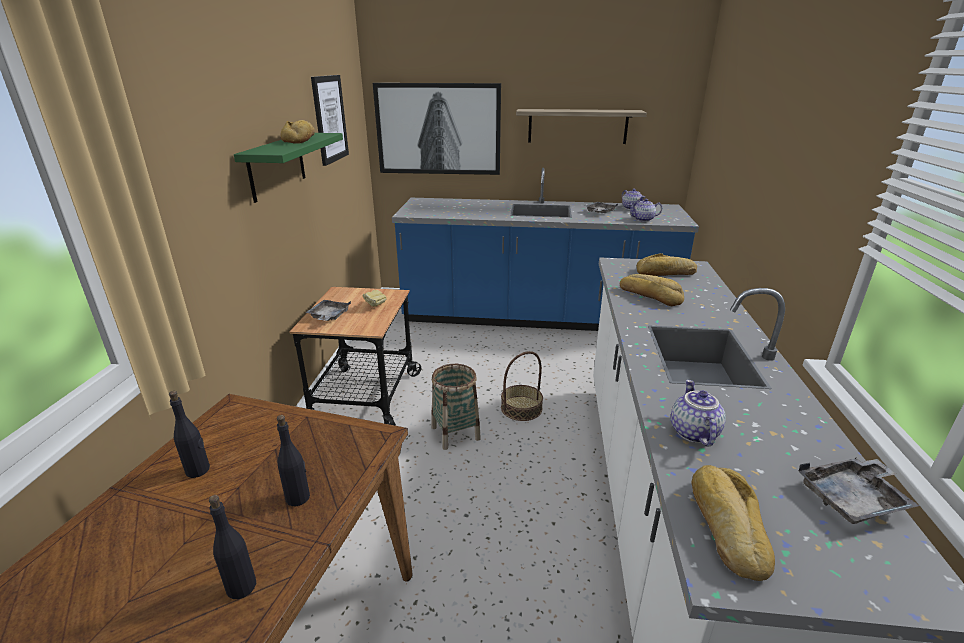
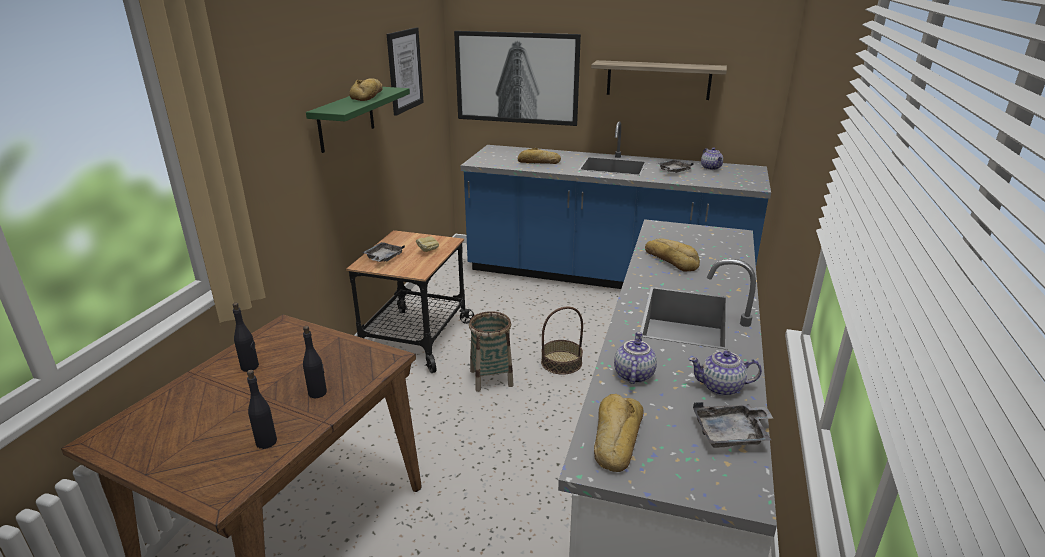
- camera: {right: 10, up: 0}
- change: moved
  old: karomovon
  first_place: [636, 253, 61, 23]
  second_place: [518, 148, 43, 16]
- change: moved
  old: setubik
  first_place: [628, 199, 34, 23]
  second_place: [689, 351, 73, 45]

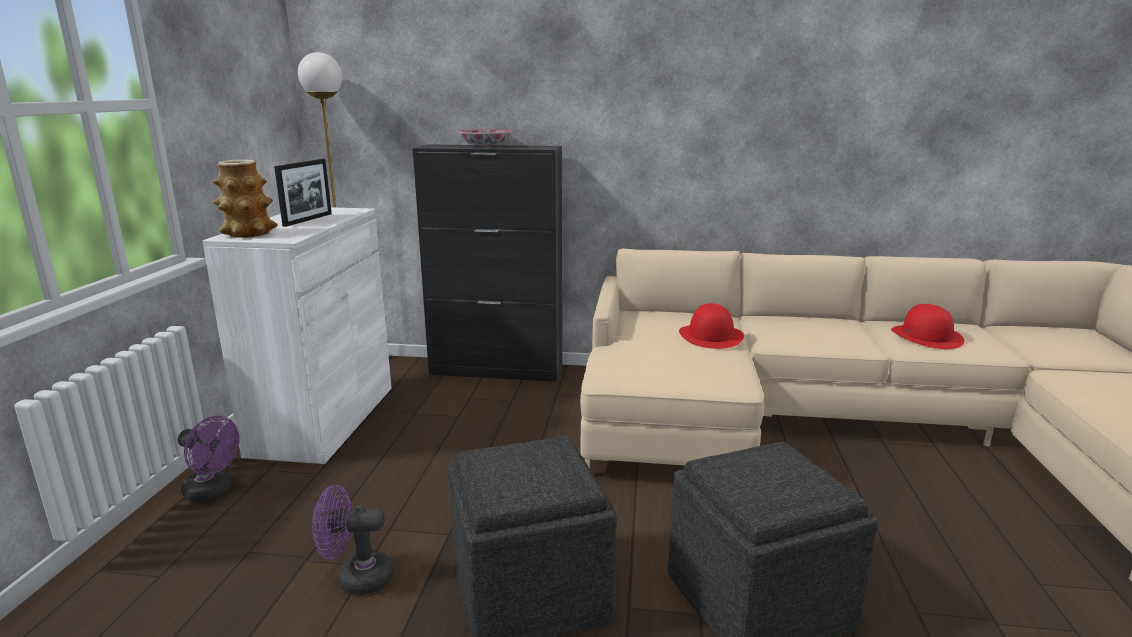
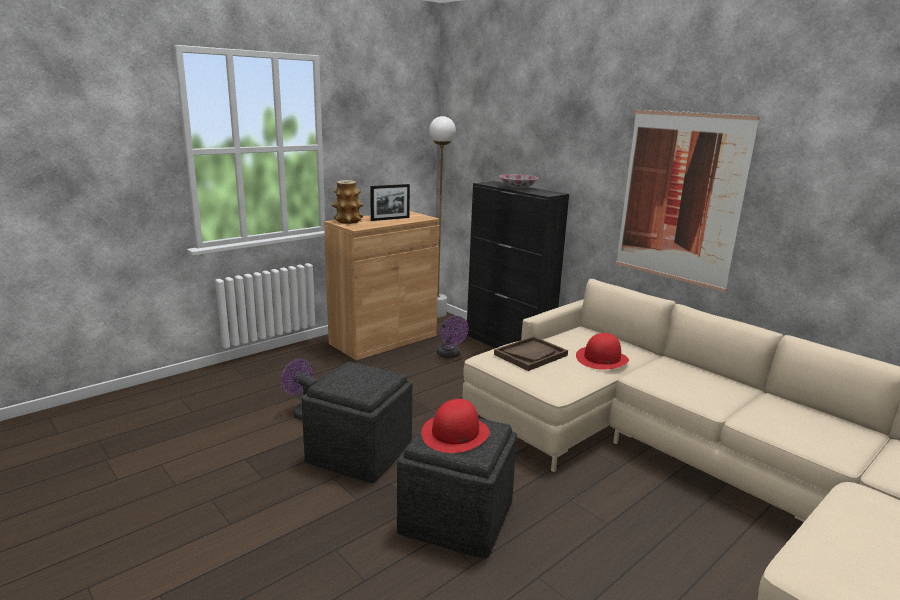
- camera: {right: 40, up: 0}
- change: recoloured
  old: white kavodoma
  new: brown kavodoma
  first_place: [202, 207, 190, 257]
  second_place: [324, 211, 116, 150]
- change: moved
  old: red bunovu
  first_place: [891, 304, 74, 45]
  second_place: [421, 399, 69, 54]
- change: moved
  old: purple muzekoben
  first_place: [178, 416, 62, 86]
  second_place: [437, 316, 32, 42]
- change: added
  new: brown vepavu
  second_place: [494, 336, 74, 35]
- change: added
  new: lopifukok
  second_place: [616, 110, 144, 182]

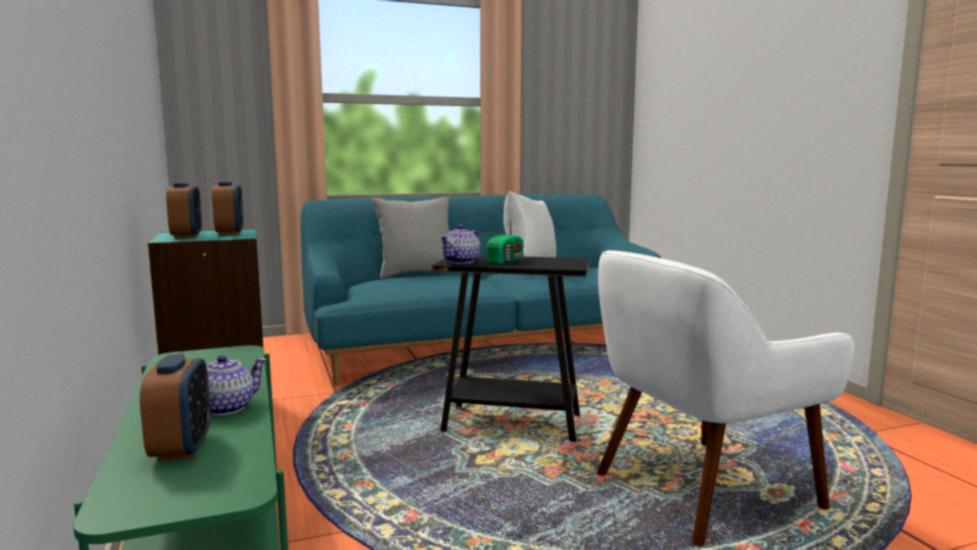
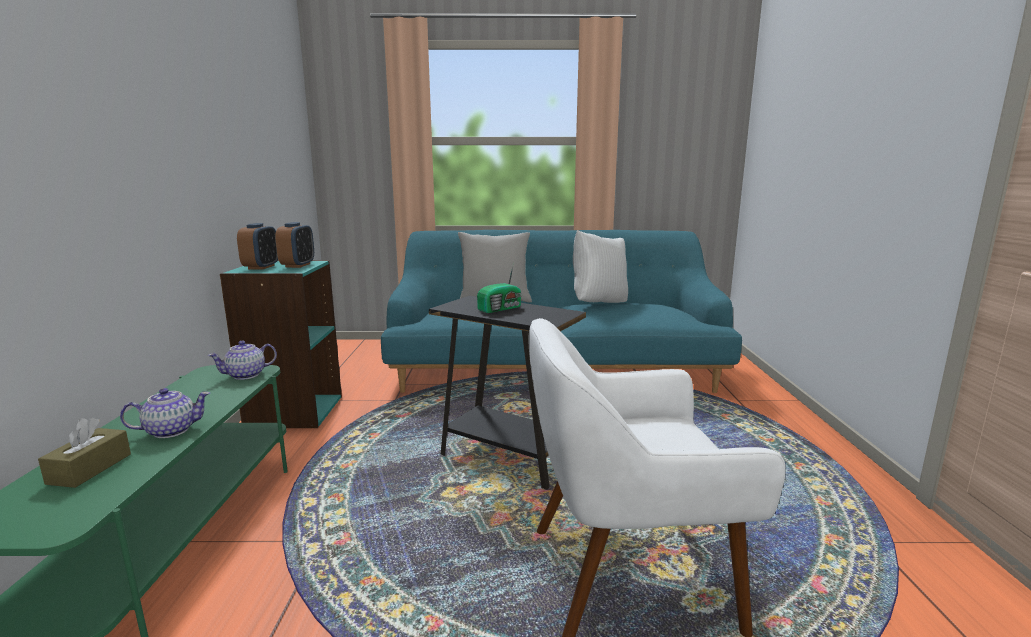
- camera: {right: 20, up: 5}
- change: replaced
  old: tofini
  new: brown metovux
  first_place: [140, 354, 70, 107]
  second_place: [38, 417, 93, 71]
- change: moved
  old: setubik
  first_place: [440, 225, 41, 39]
  second_place: [208, 341, 69, 39]

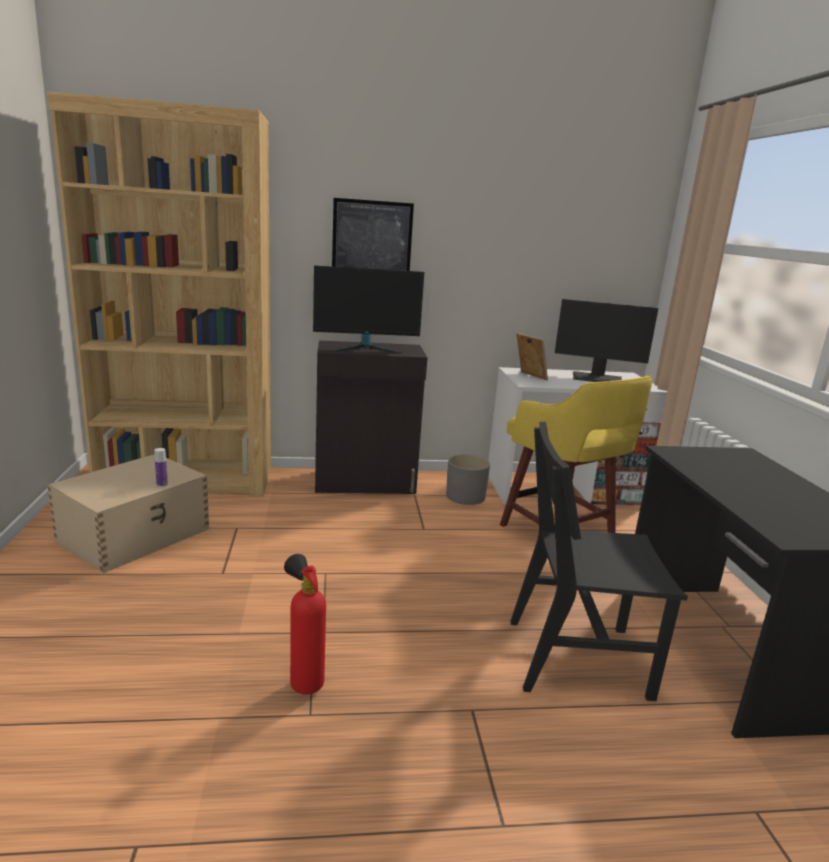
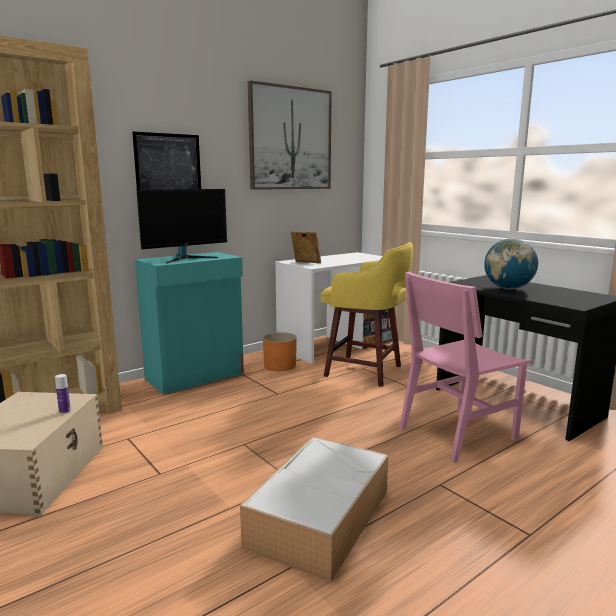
- camera: {right: -30, up: -5}
- change: recoloured
  old: black kavodoma
  new: turquoise kavodoma
  first_place: [315, 340, 112, 154]
  second_place: [135, 252, 109, 143]
- change: replaced
  old: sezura
  new: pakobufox
  first_place: [284, 554, 42, 141]
  second_place: [240, 436, 148, 146]
- change: added
  new: lopifukok
  second_place: [248, 80, 84, 110]
- change: recoloured
  old: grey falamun
  new: orange falamun
  first_place: [446, 454, 44, 51]
  second_place: [263, 332, 33, 39]
- change: recoloured
  old: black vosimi
  new: pink vosimi
  first_place: [510, 422, 178, 279]
  second_place: [399, 272, 132, 191]
- change: added
  new: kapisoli
  second_place: [484, 238, 54, 52]
- change: removed
  old: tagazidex
  first_place: [555, 299, 103, 83]

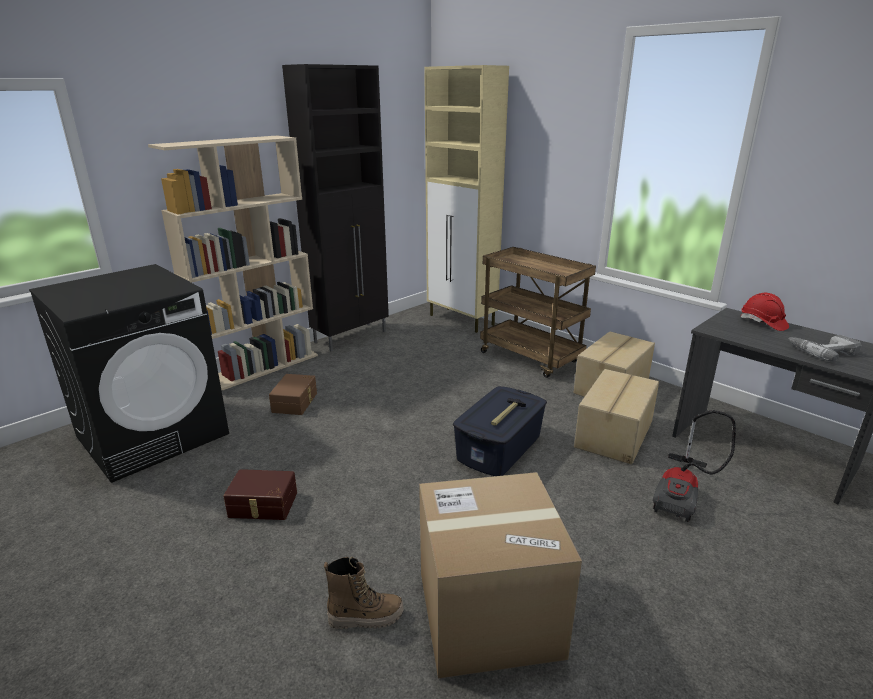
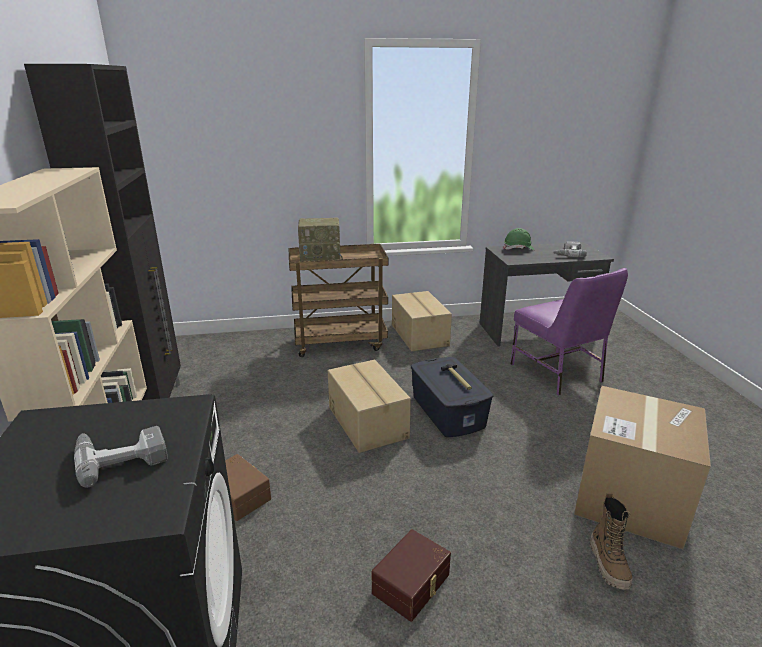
- camera: {right: -55, up: 0}
- change: added
  new: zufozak
  second_place: [74, 426, 94, 62]
- change: added
  new: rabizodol
  second_place: [298, 218, 45, 43]
- change: moved
  old: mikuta
  first_place: [574, 369, 85, 95]
  second_place: [328, 360, 83, 93]
- change: recoloured
  old: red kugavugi
  new: green kugavugi
  first_place: [741, 293, 48, 38]
  second_place: [503, 228, 31, 22]
- change: replaced
  old: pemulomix
  new: purple vosimi
  first_place: [653, 410, 83, 112]
  second_place: [511, 268, 117, 127]
- change: turned
  old: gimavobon
  first_place: [324, 556, 80, 73]
  second_place: [590, 493, 43, 97]
  degrees: 150
- change: removed
  old: beige kavodoma
  first_place: [424, 65, 85, 268]

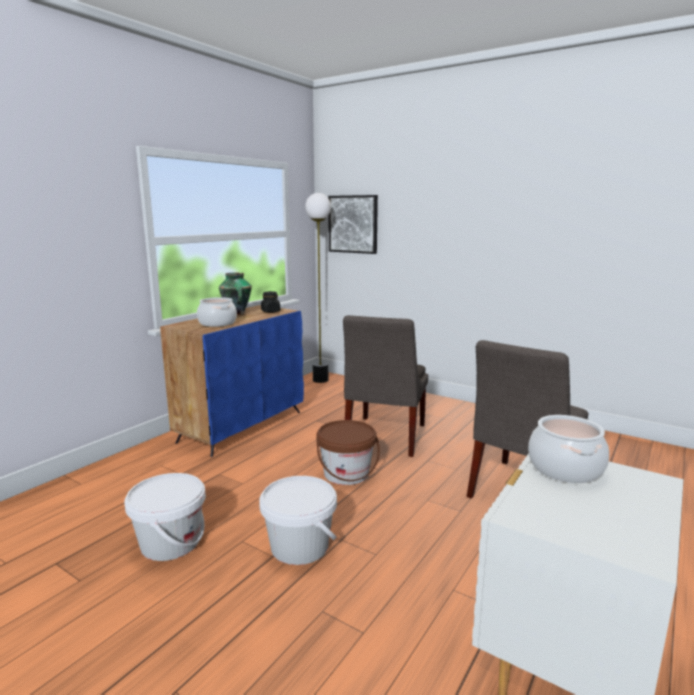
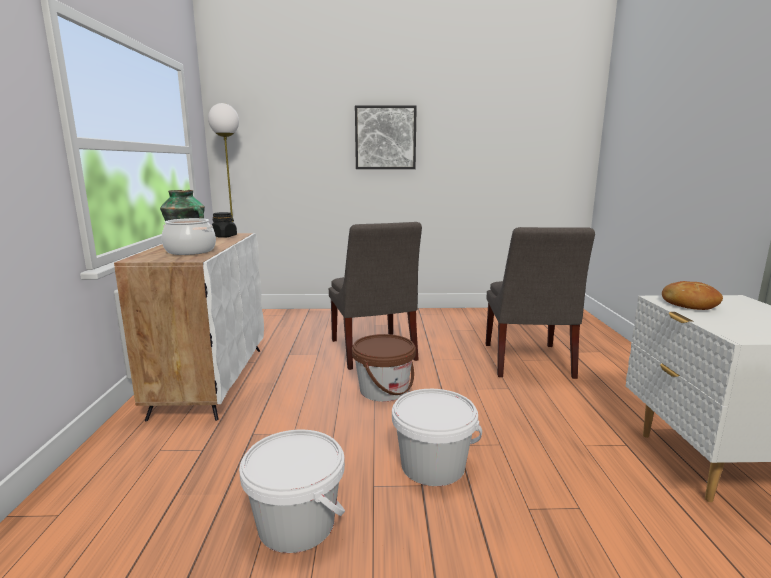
- camera: {right: -35, up: 0}
- change: recoloured
  old: blue kavodoma
  new: white kavodoma
  first_place: [160, 305, 144, 152]
  second_place: [114, 233, 150, 188]
- change: moved
  old: lopifukok
  first_place: [328, 195, 50, 59]
  second_place: [355, 105, 62, 64]
- change: replaced
  old: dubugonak
  new: karomovon
  first_place: [528, 415, 81, 68]
  second_place: [662, 281, 61, 29]

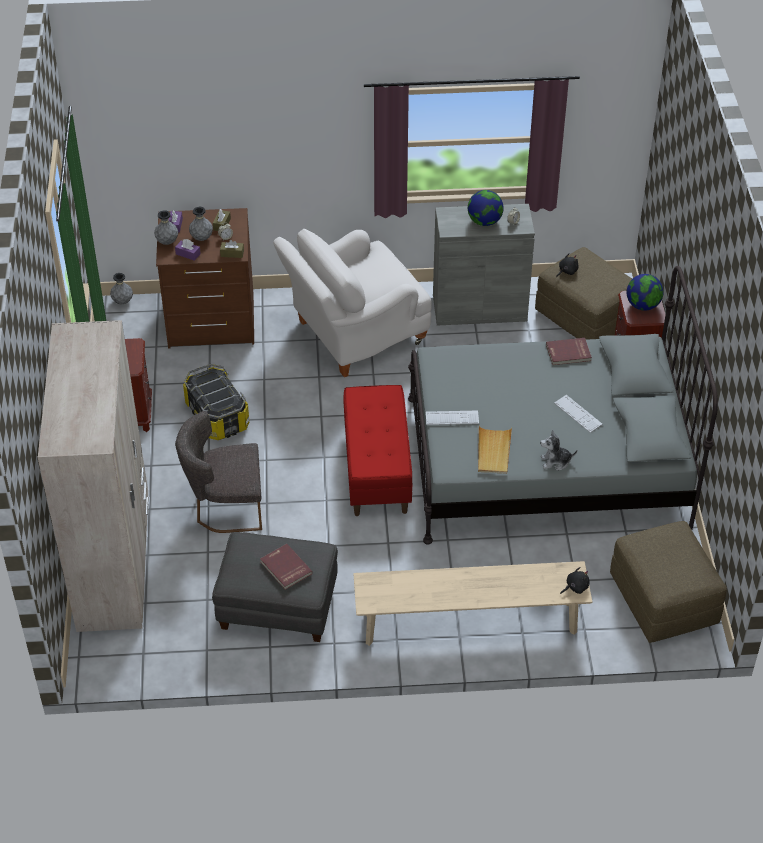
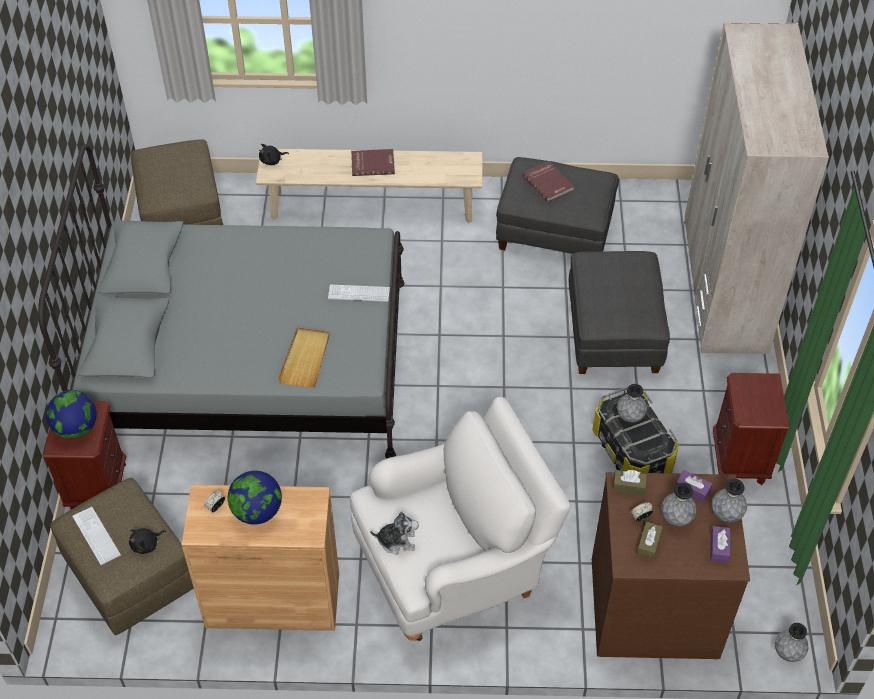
- camera: {right: -175, up: 5}
- change: moved
  old: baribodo
  first_place: [554, 395, 49, 38]
  second_place: [72, 507, 49, 58]
- change: recoloured
  old: grey kavodoma
  new: brown kavodoma
  first_place: [433, 204, 102, 122]
  second_place: [181, 485, 158, 146]
- change: moved
  old: beige vepavu
  first_place: [478, 426, 34, 48]
  second_place: [277, 327, 52, 61]
- change: moved
  old: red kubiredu
  first_place: [546, 338, 46, 27]
  second_place: [351, 149, 44, 27]
- change: moved
  old: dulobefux
  first_place: [540, 430, 37, 41]
  second_place: [370, 512, 49, 43]
- change: replaced
  old: grey vosimi
  new: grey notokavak
  first_place: [175, 411, 87, 122]
  second_place: [569, 251, 101, 123]
- change: added
  new: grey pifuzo
  second_place: [617, 384, 30, 39]
- change: removed
  old: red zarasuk
  first_place: [343, 385, 70, 131]

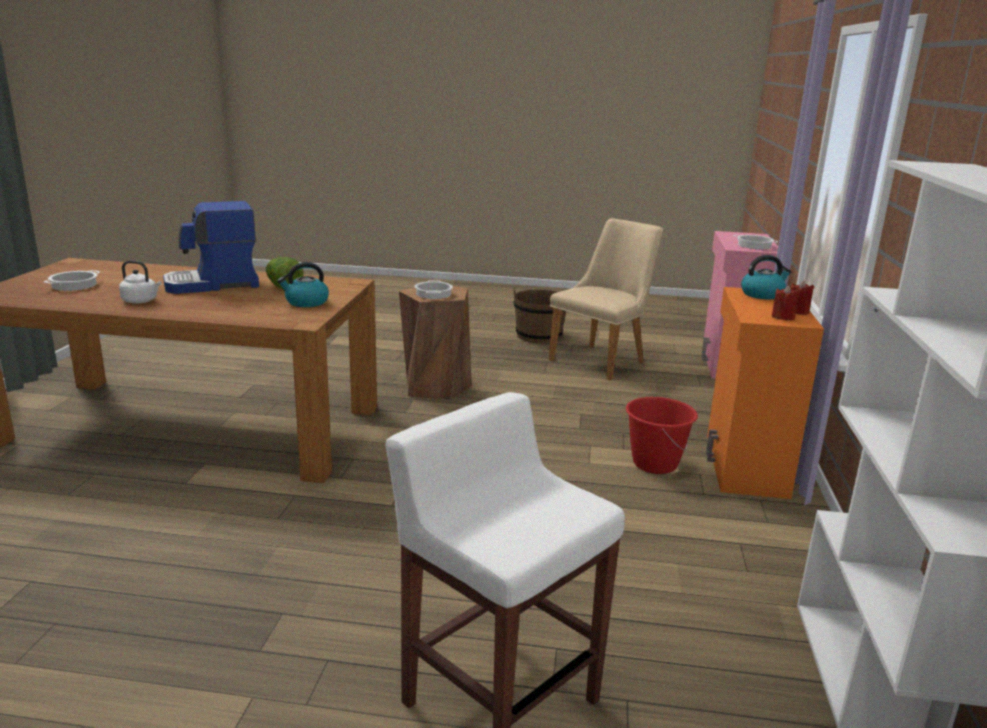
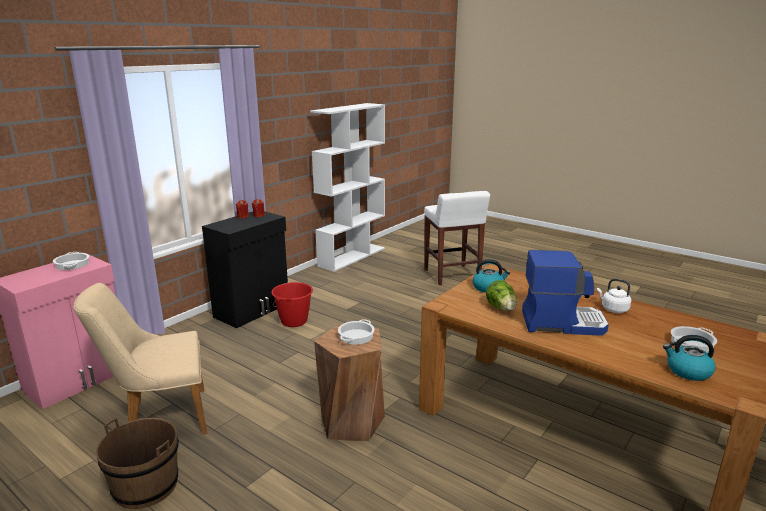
- camera: {right: -150, up: 0}
- change: recoloured
  old: orange kavodoma
  new: black kavodoma
  first_place: [706, 287, 118, 212]
  second_place: [202, 211, 86, 117]
- change: moved
  old: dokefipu
  first_place: [741, 255, 51, 44]
  second_place: [663, 335, 53, 46]

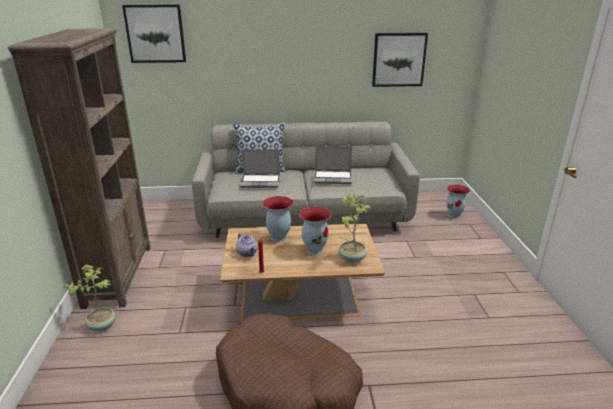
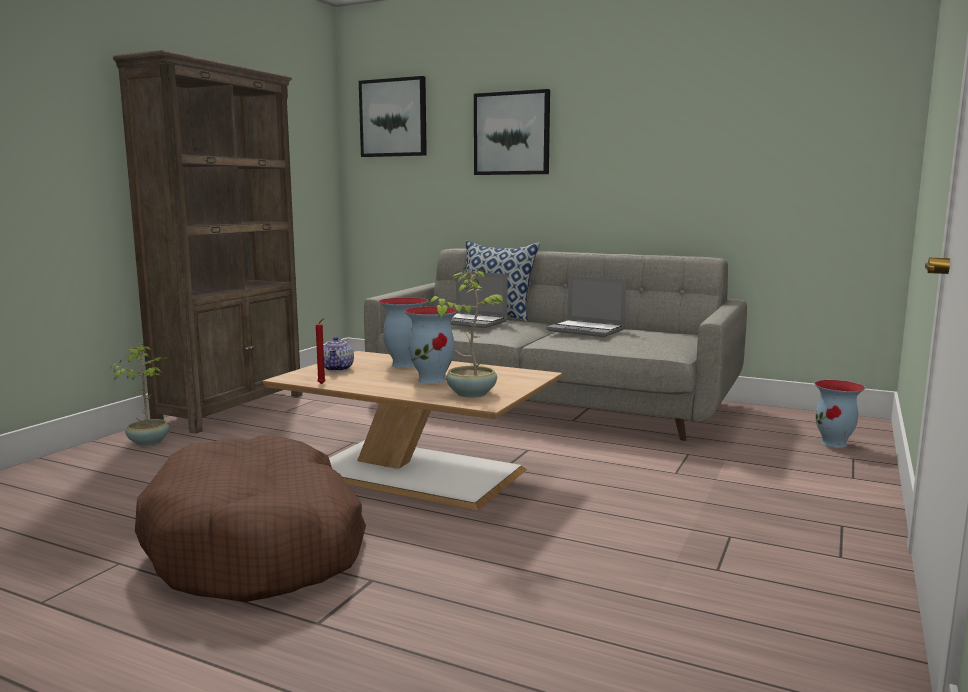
- camera: {right: 30, up: -15}
- change: moved
  old: lopifukok
  first_place: [372, 33, 56, 54]
  second_place: [474, 89, 76, 86]

